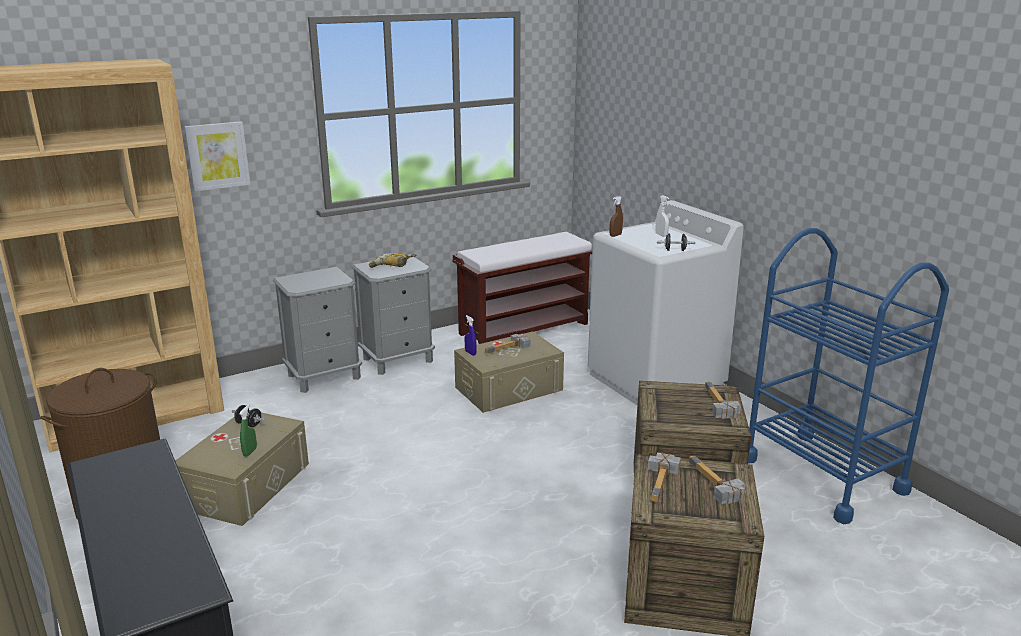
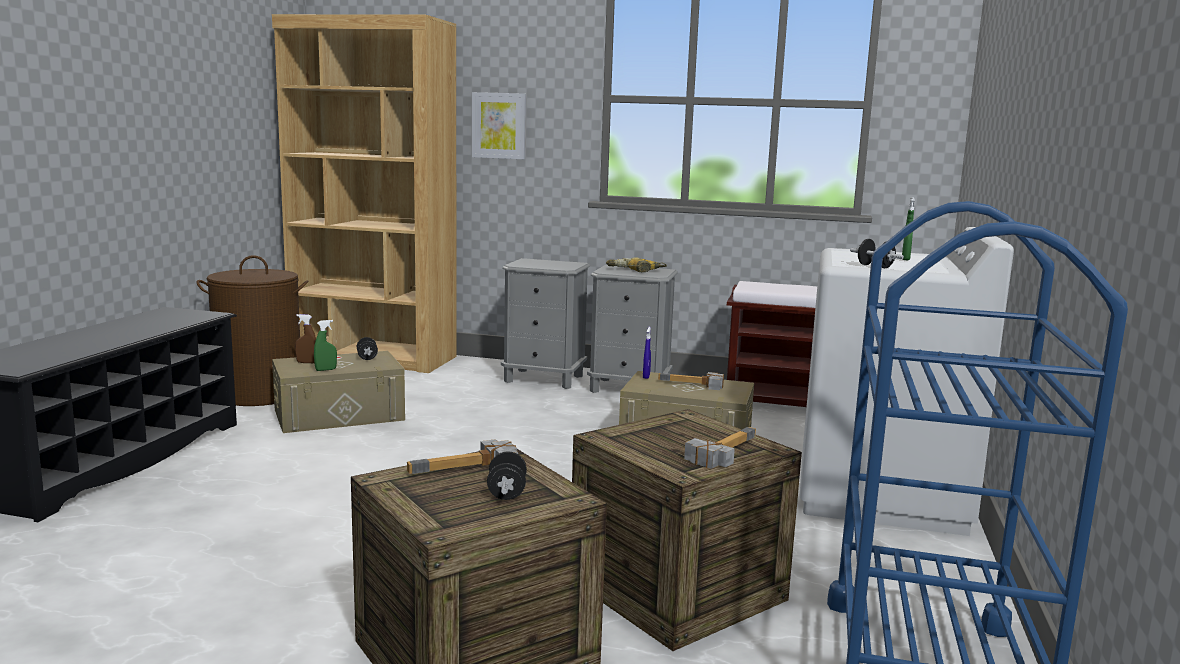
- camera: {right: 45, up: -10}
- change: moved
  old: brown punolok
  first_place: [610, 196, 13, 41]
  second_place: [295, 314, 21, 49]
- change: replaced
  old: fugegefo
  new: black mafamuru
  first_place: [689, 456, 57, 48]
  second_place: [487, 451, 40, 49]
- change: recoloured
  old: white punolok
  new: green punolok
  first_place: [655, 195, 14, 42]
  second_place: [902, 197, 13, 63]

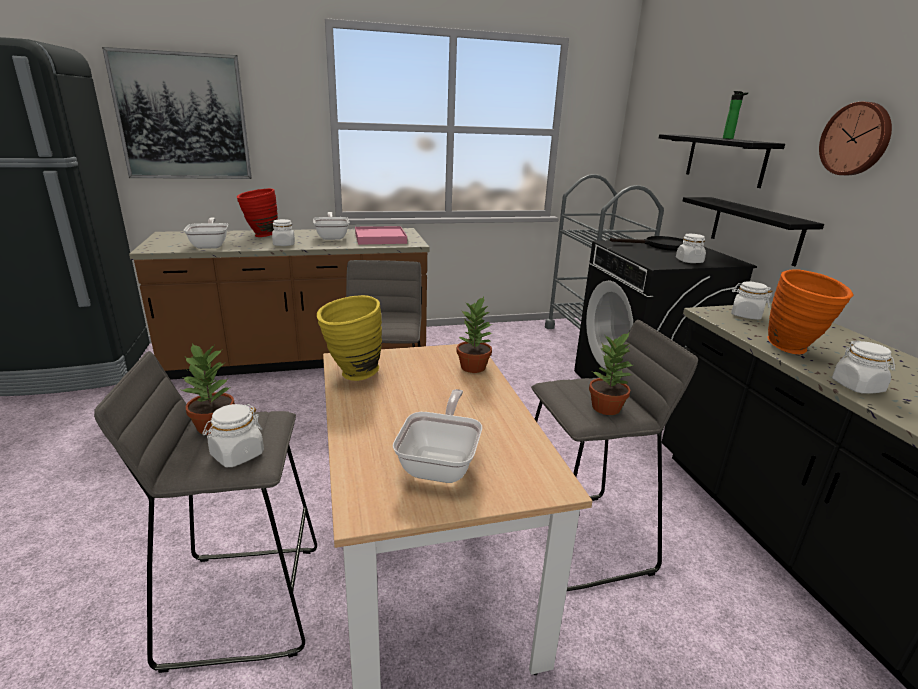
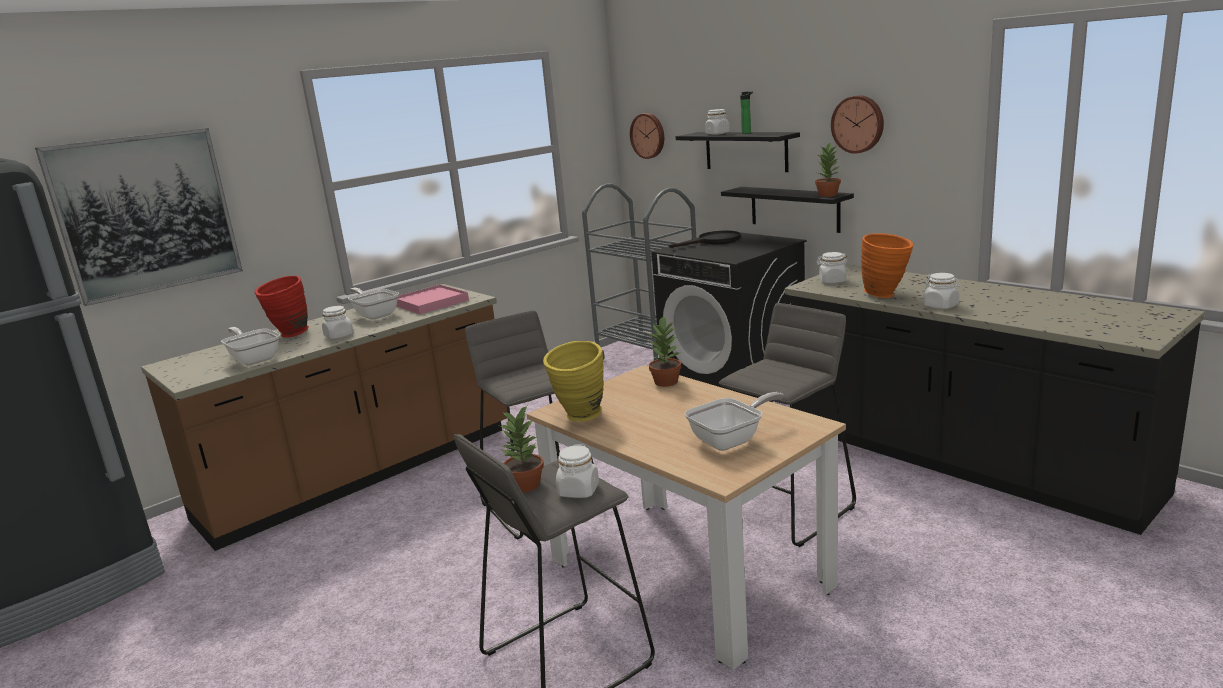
- camera: {right: -25, up: -5}
- change: added
  new: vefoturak
  second_place: [630, 113, 34, 46]
- change: turned
  old: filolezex
  first_place: [392, 389, 90, 94]
  second_place: [685, 392, 98, 59]
  degrees: 75
- change: moved
  old: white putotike
  first_place: [676, 234, 30, 29]
  second_place: [705, 109, 25, 26]
- change: moved
  old: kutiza
  first_place: [589, 332, 44, 83]
  second_place: [815, 143, 26, 54]

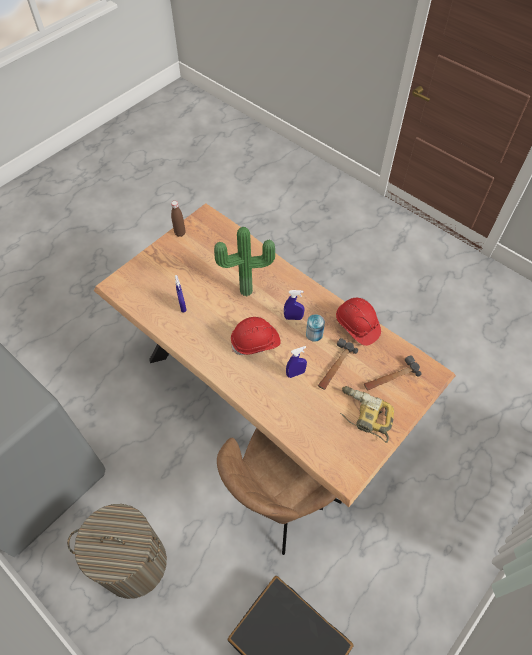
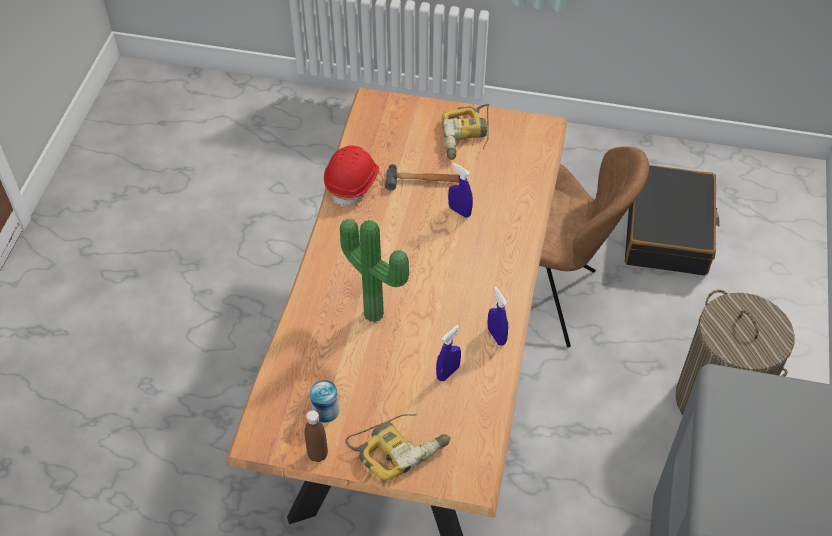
- camera: {right: -120, up: -5}
- change: moved
  old: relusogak
  first_place: [306, 314, 19, 28]
  second_place: [310, 380, 29, 43]
- change: added
  new: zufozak
  second_place: [345, 414, 105, 66]
- change: moved
  old: blue punolok
  first_place: [284, 290, 21, 30]
  second_place: [487, 286, 21, 60]
- change: removed
  old: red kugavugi
  first_place: [231, 317, 50, 38]
- change: removed
  old: fugegefo
  first_place: [364, 355, 58, 35]

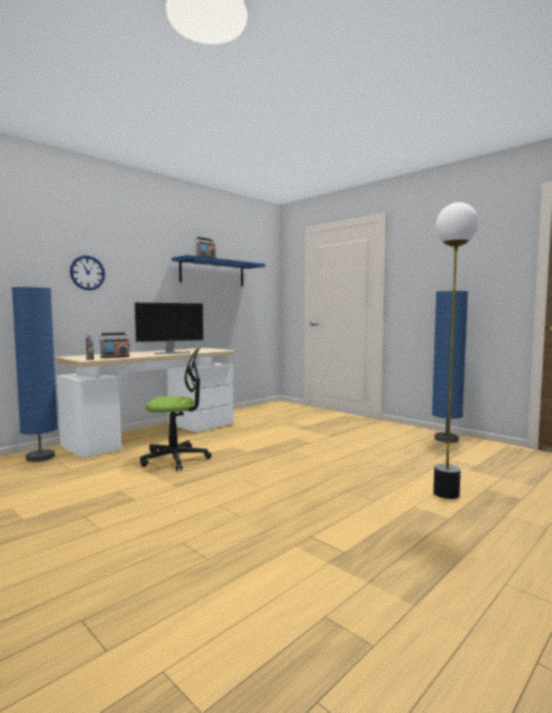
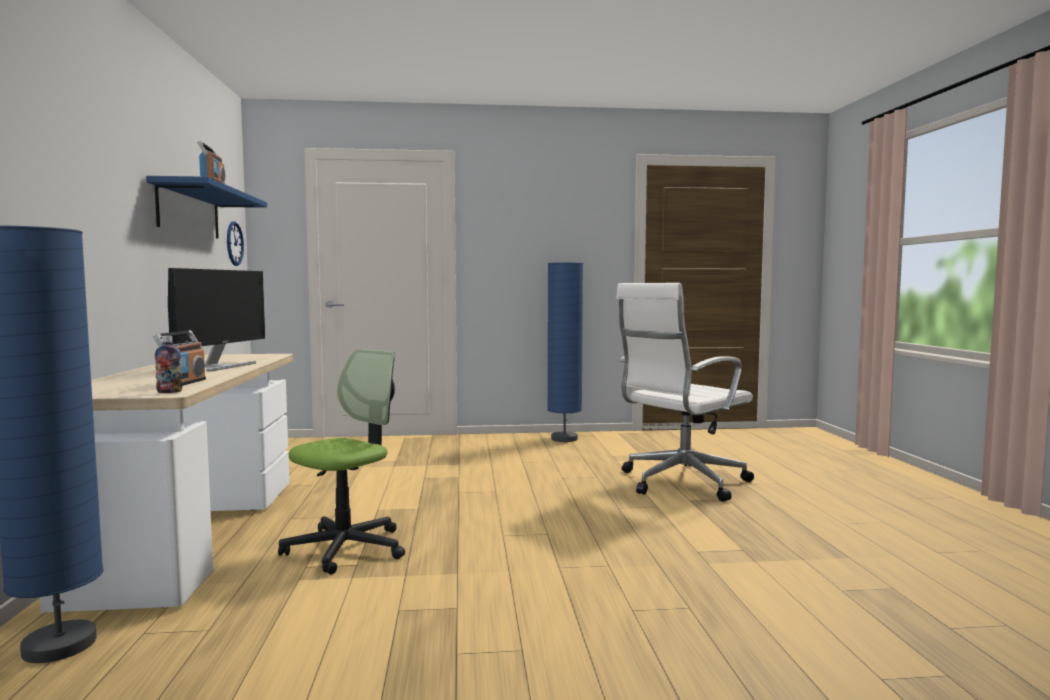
- camera: {right: -50, up: 0}
- change: moved
  old: vefoturak
  first_place: [70, 255, 35, 35]
  second_place: [227, 221, 17, 45]
- change: replaced
  old: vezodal
  new: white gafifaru
  first_place: [433, 202, 45, 297]
  second_place: [616, 283, 138, 219]

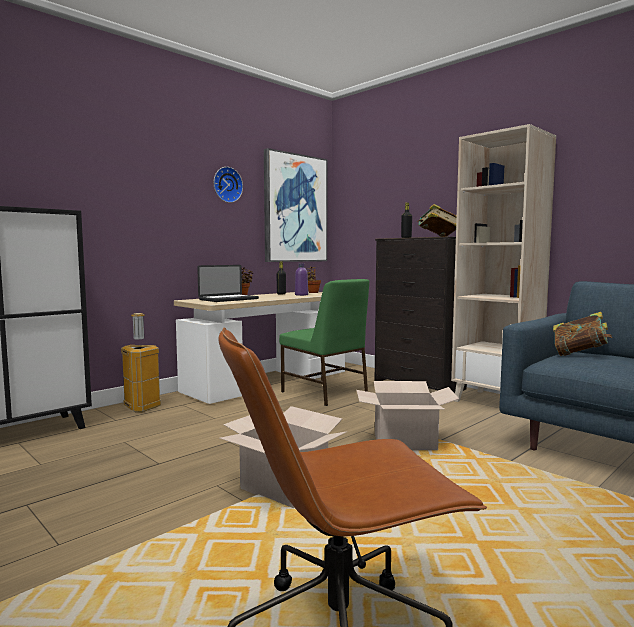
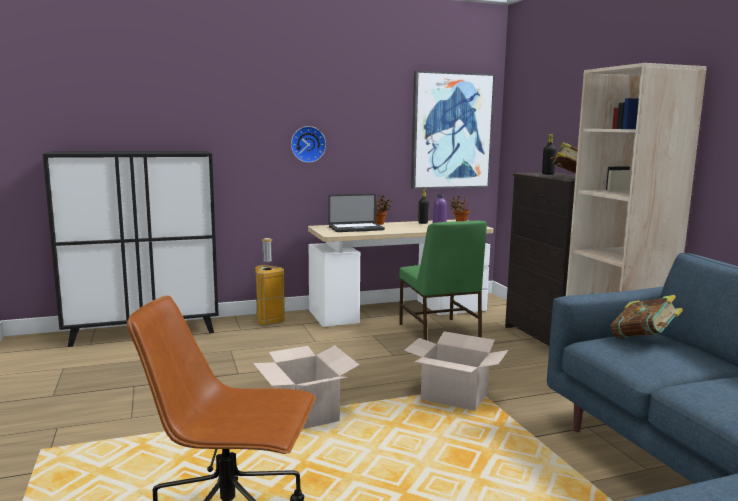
- camera: {right: 25, up: 5}
- change: moved
  old: vefoturak
  first_place: [214, 167, 29, 36]
  second_place: [291, 126, 35, 37]

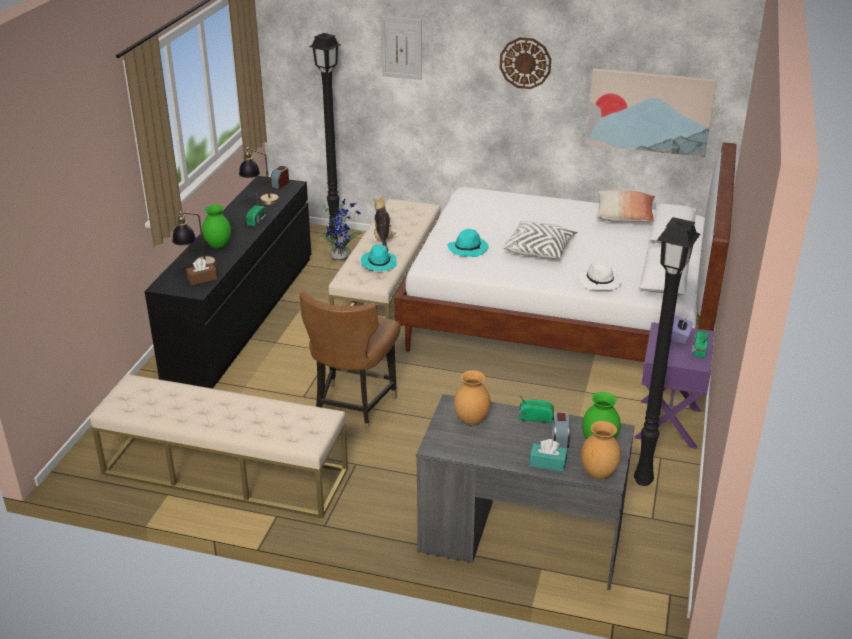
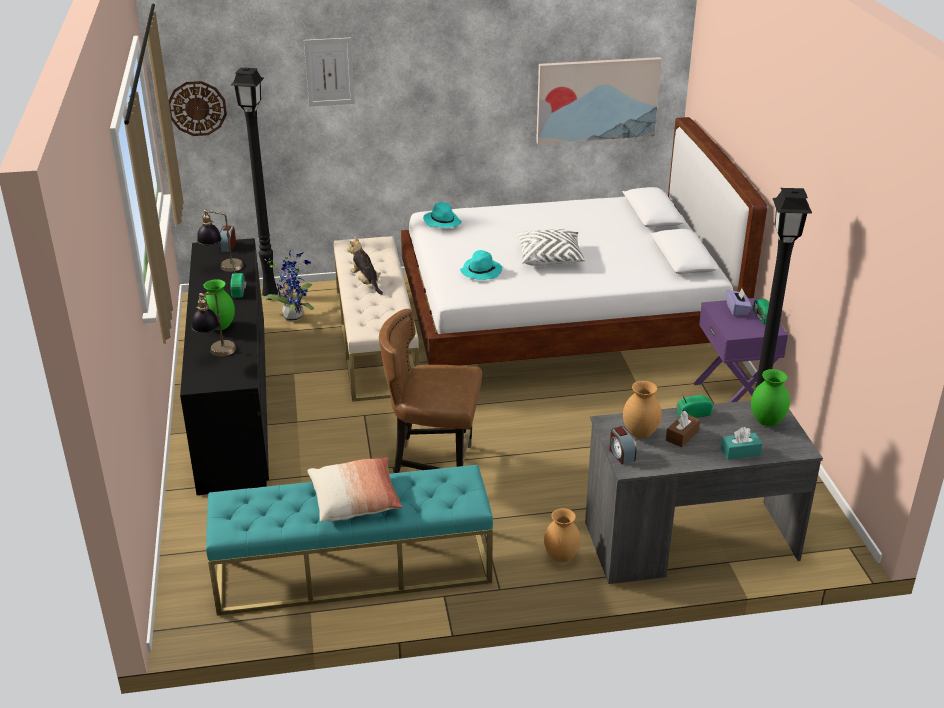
- camera: {right: -25, up: 0}
- change: moved
  old: vefoturak
  first_place: [500, 37, 51, 52]
  second_place: [169, 81, 58, 55]
- change: recoloured
  old: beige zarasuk
  new: turquoise zarasuk
  first_place: [90, 374, 258, 144]
  second_place: [206, 465, 287, 151]
- change: moved
  old: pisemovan
  first_place: [596, 190, 59, 32]
  second_place: [307, 457, 96, 65]
- change: turned
  old: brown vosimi
  first_place: [300, 292, 100, 141]
  second_place: [379, 309, 103, 164]
  degrees: 105
- change: moved
  old: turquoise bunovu
  first_place: [361, 245, 36, 26]
  second_place: [423, 202, 38, 26]
- change: moved
  old: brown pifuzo
  first_place: [581, 421, 40, 58]
  second_place: [544, 508, 37, 54]
- change: moved
  old: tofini
  first_place: [552, 412, 18, 36]
  second_place: [610, 426, 27, 38]
- change: moved
  old: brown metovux
  first_place: [186, 258, 31, 27]
  second_place: [666, 411, 34, 36]
- change: removed
  old: white bunovu
  first_place: [578, 261, 44, 29]

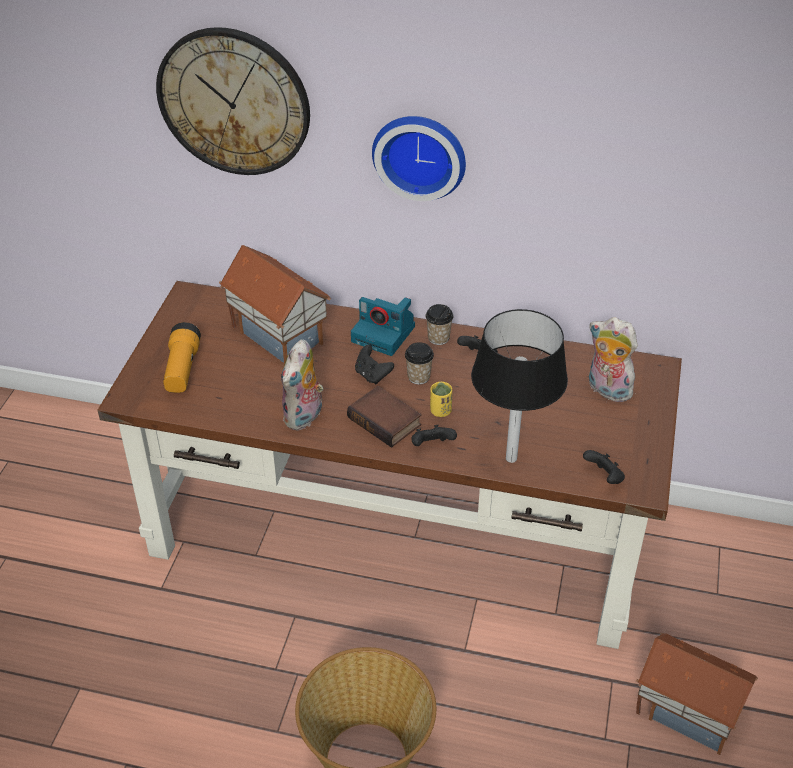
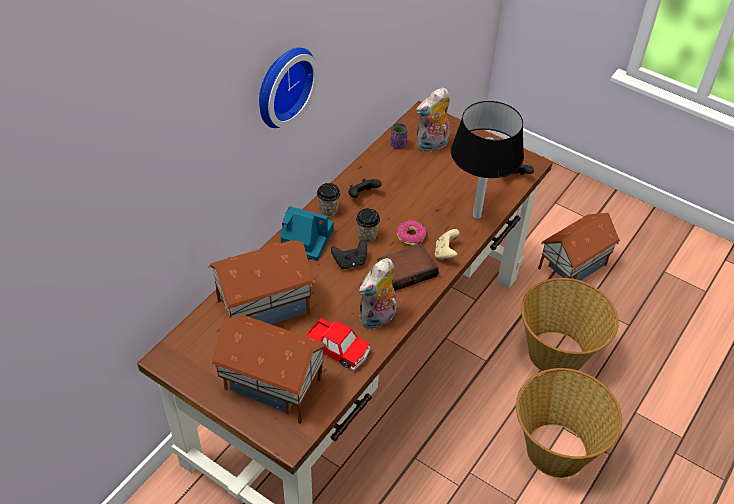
- camera: {right: -70, up: 5}
- change: replaced
  old: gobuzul
  new: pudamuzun
  first_place: [163, 322, 38, 71]
  second_place: [210, 315, 118, 109]
- change: turned
  old: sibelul
  first_place: [351, 297, 64, 59]
  second_place: [281, 206, 52, 55]
  degrees: -120
- change: added
  new: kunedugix
  second_place: [306, 318, 65, 53]
- change: turned
  old: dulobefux
  first_place: [281, 339, 43, 92]
  second_place: [359, 258, 38, 71]
  degrees: 90
- change: added
  new: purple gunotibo
  second_place: [391, 123, 17, 26]
- change: replaced
  old: yellow gunotibo
  new: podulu
  first_place: [430, 382, 22, 35]
  second_place: [397, 220, 29, 26]
- change: recoloured
  old: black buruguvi
  new: beige buruguvi
  first_place: [412, 425, 45, 21]
  second_place: [435, 229, 25, 31]
- change: added
  new: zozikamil
  second_place: [521, 278, 98, 96]
- change: removed
  old: vefoturak
  first_place: [156, 27, 154, 148]

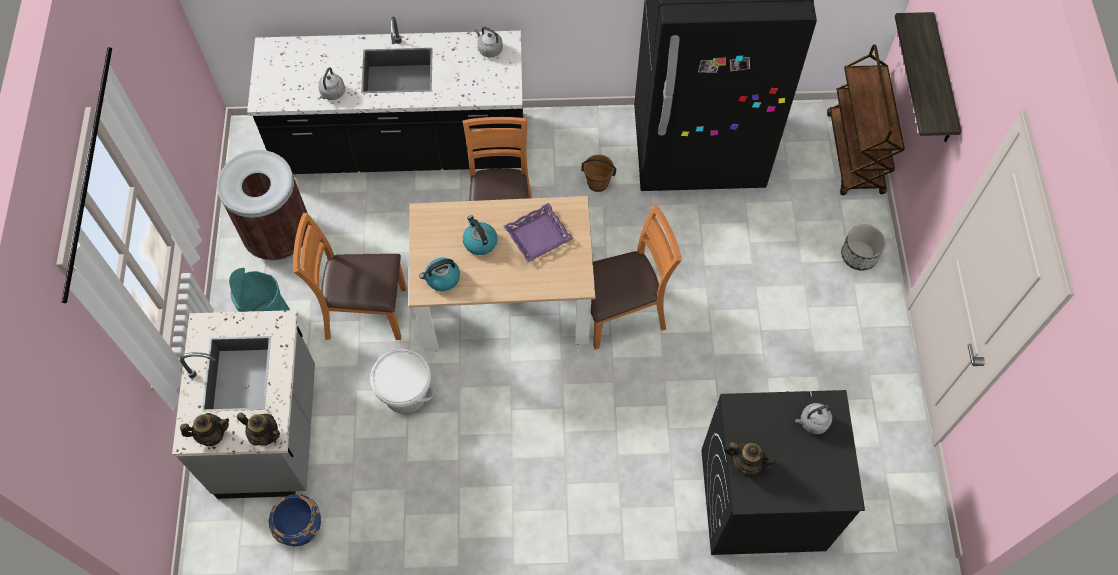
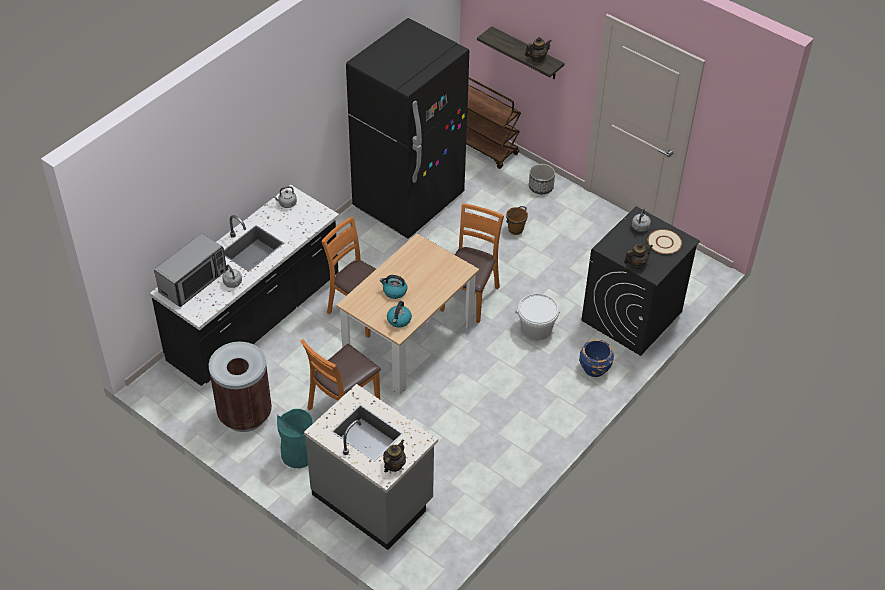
- camera: {right: -50, up: -15}
- change: added
  new: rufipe
  second_place: [154, 233, 73, 74]
- change: moved
  old: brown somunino
  first_place: [581, 155, 35, 37]
  second_place: [506, 206, 22, 29]
- change: moved
  old: white somunino
  first_place: [370, 349, 64, 65]
  second_place: [515, 293, 45, 48]
- change: moved
  old: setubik
  first_place: [237, 412, 43, 34]
  second_place: [525, 37, 26, 25]
- change: moved
  old: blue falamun
  first_place: [269, 494, 52, 52]
  second_place: [579, 339, 35, 38]
- change: added
  new: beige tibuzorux
  second_place: [647, 229, 35, 25]
- change: removed
  old: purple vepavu
  first_place: [504, 203, 69, 60]

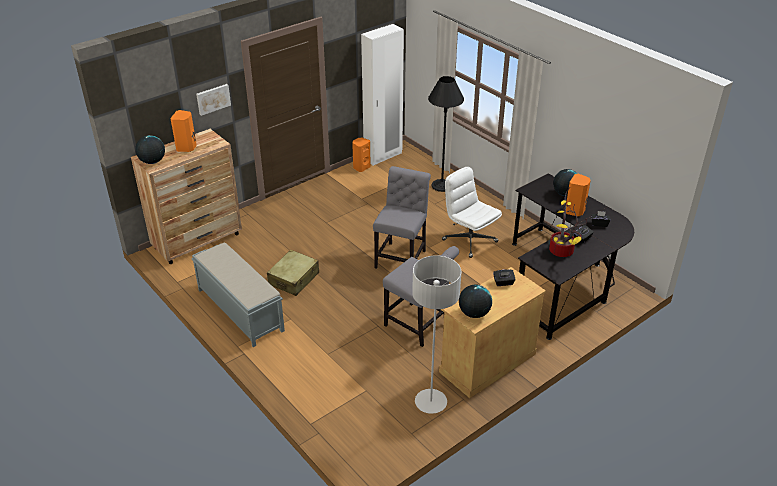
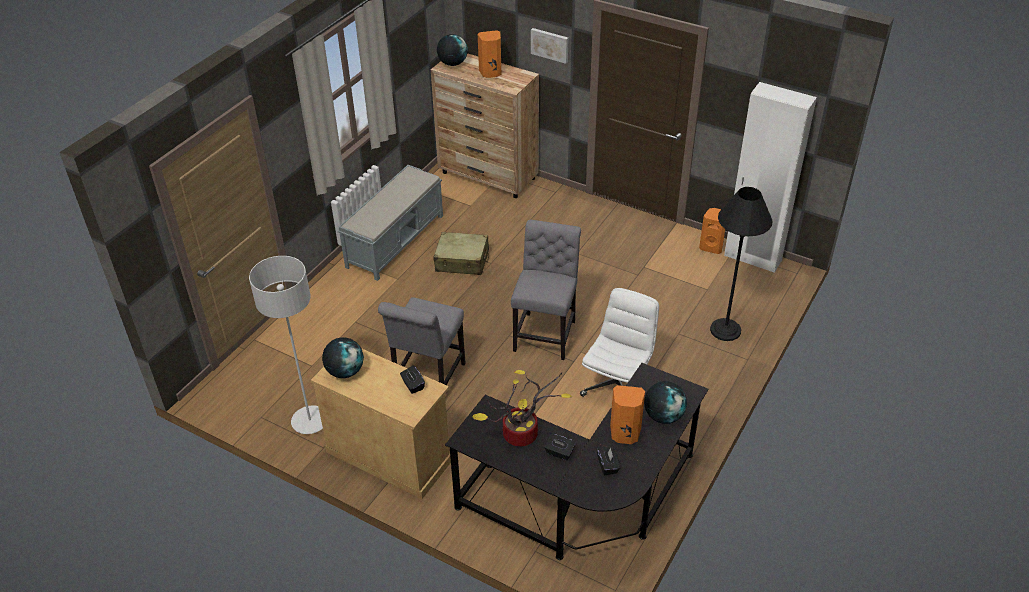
- camera: {right: 70, up: 5}
- change: turned
  old: grey vosimi
  first_place: [373, 166, 58, 103]
  second_place: [511, 220, 70, 140]
  degrees: -75

